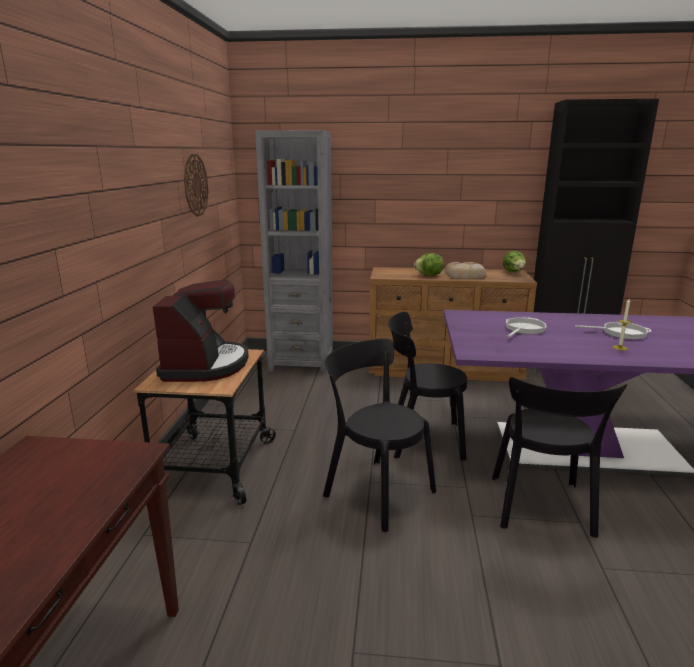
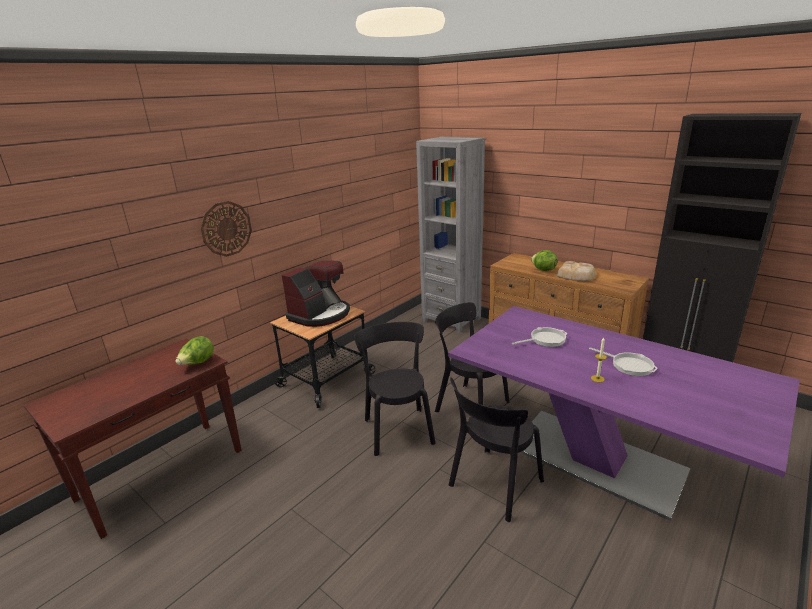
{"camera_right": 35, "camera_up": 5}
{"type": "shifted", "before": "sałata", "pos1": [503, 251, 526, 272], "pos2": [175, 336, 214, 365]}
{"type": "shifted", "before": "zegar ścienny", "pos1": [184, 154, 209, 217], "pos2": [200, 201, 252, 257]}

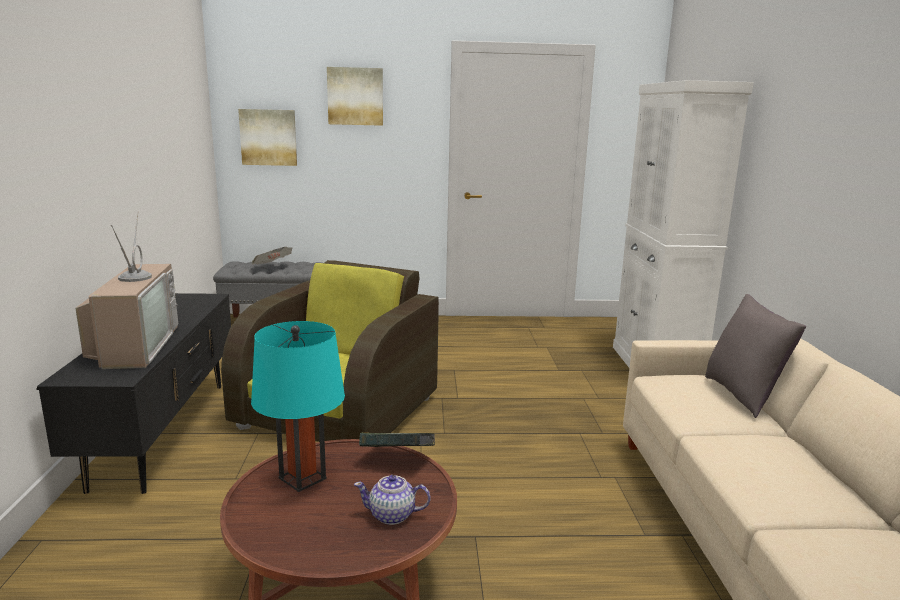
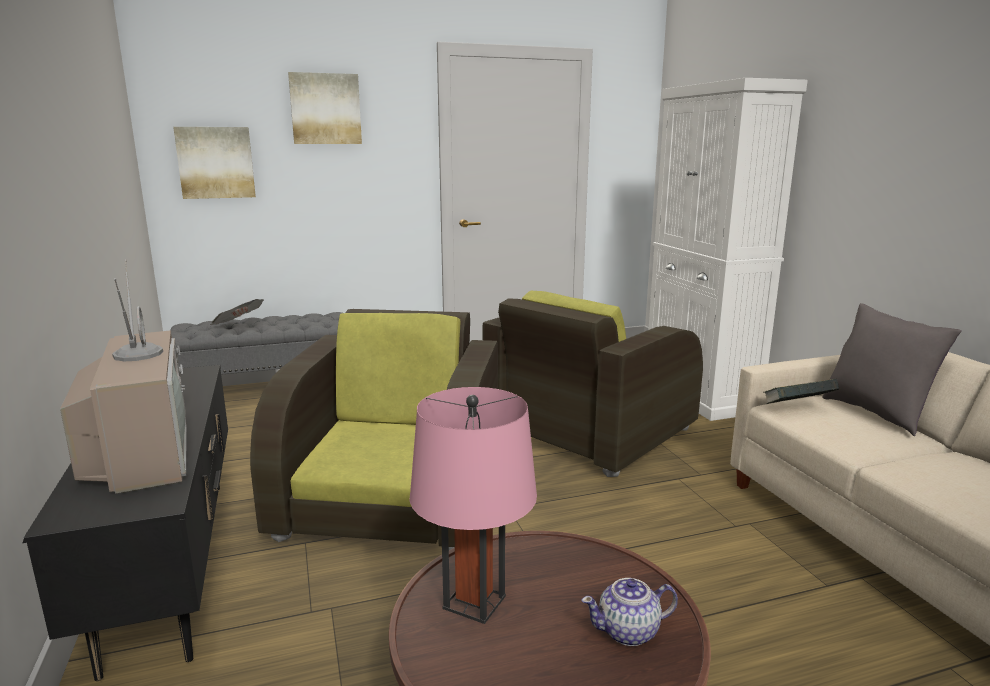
{"camera_right": -15, "camera_up": 0}
{"type": "repainted", "before": "lampa stołowa (turkusowy)", "after": "lampa stołowa (różowy)", "pos1": [251, 321, 345, 492], "pos2": [410, 387, 537, 624]}
{"type": "new", "after": "fotel (brązowy)", "pos2": [482, 291, 703, 477]}
{"type": "shifted", "before": "książka", "pos1": [359, 432, 435, 447], "pos2": [763, 379, 839, 404]}

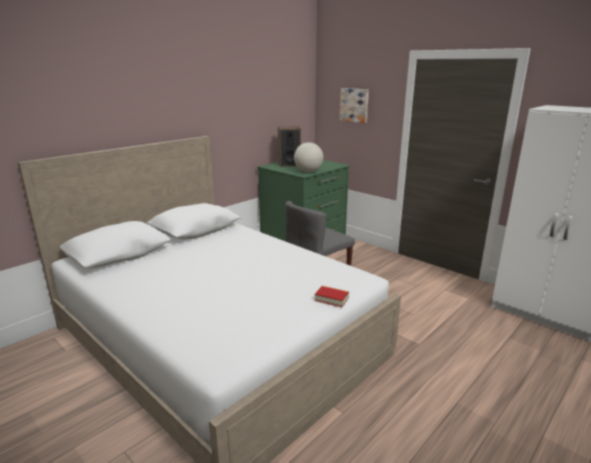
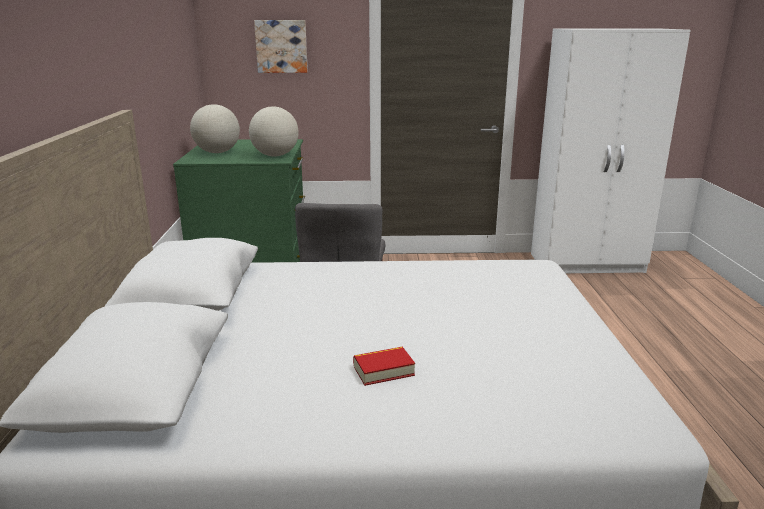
{"camera_right": -45, "camera_up": 0}
{"type": "swapped", "before": "głośnik", "after": "globus", "pos1": [278, 126, 301, 167], "pos2": [190, 104, 240, 153]}
{"type": "shifted", "before": "książka", "pos1": [315, 286, 349, 307], "pos2": [353, 347, 415, 386]}

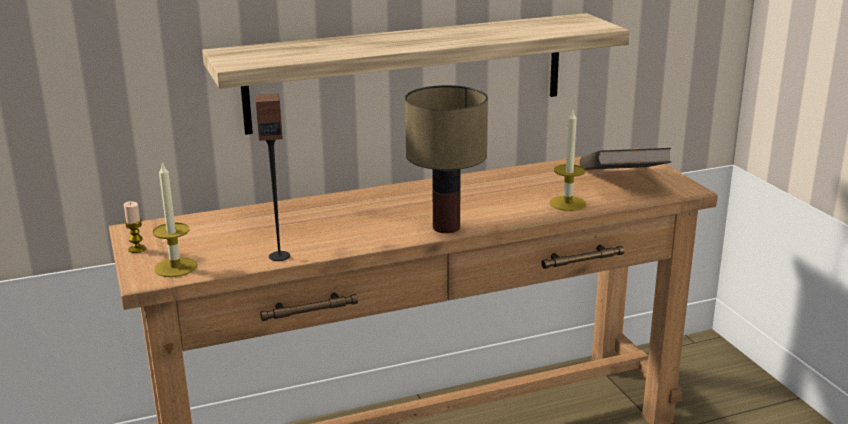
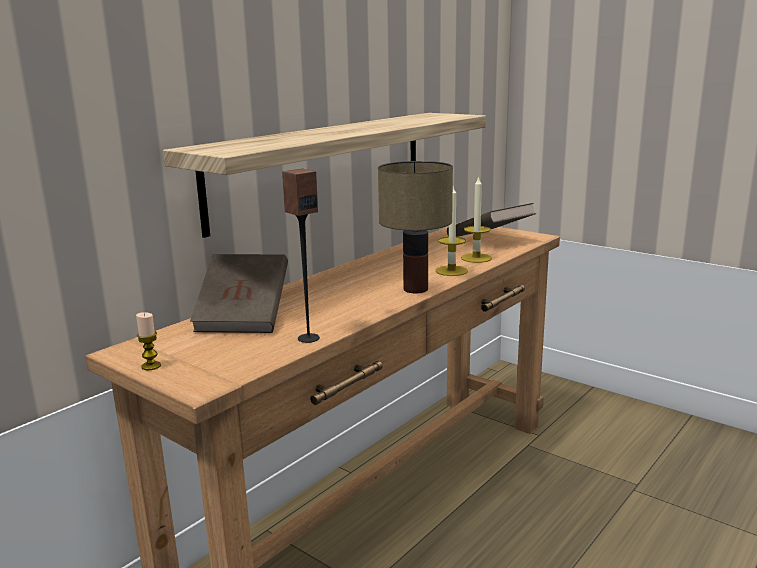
{"camera_right": -30, "camera_up": -5}
{"type": "new", "after": "książka (brązowy)", "pos2": [190, 254, 288, 333]}
{"type": "shifted", "before": "świeca", "pos1": [153, 161, 197, 277], "pos2": [436, 186, 468, 276]}

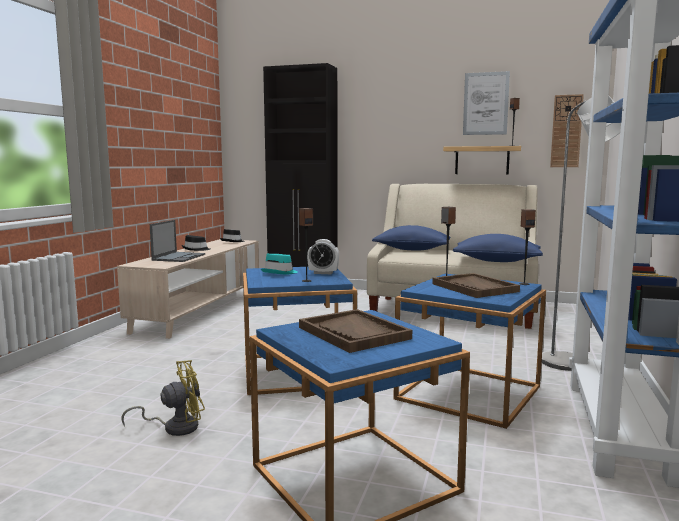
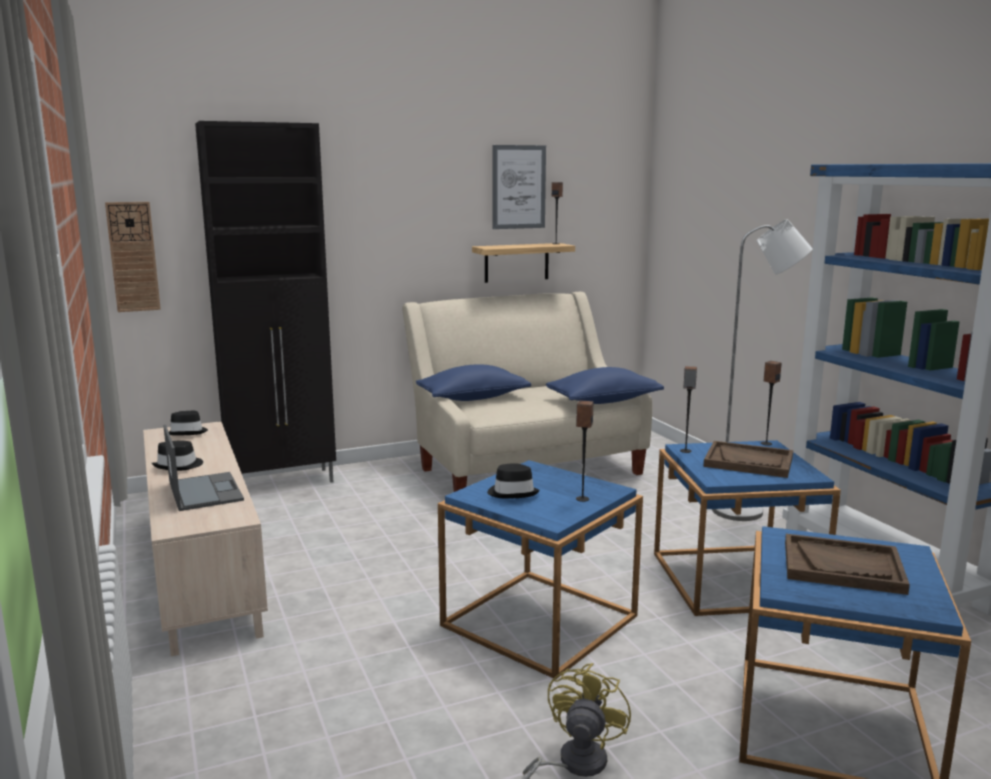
{"camera_right": -40, "camera_up": 5}
{"type": "shifted", "before": "zegar ścienny", "pos1": [550, 94, 584, 167], "pos2": [105, 202, 161, 312]}
{"type": "repainted", "before": "kapelusz (turkusowy)", "after": "kapelusz (czarny)", "pos1": [261, 253, 298, 274], "pos2": [487, 463, 540, 499]}
{"type": "gone", "before": "budzik", "pos1": [307, 239, 339, 274]}

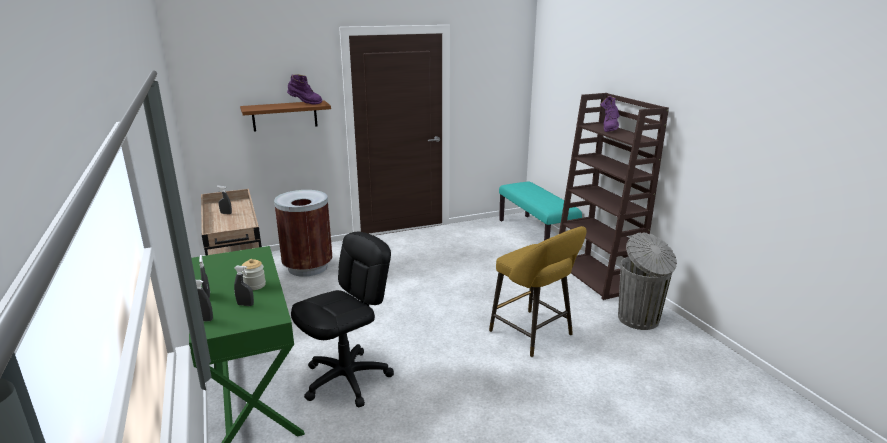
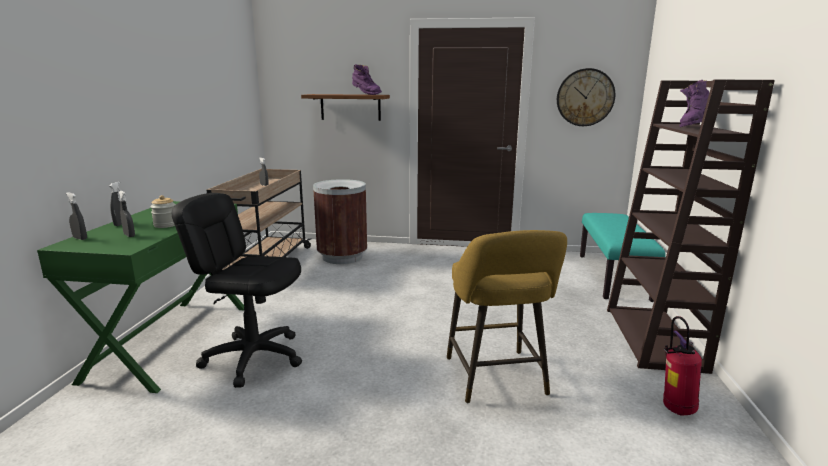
{"camera_right": 30, "camera_up": -5}
{"type": "rotated", "before": "krzesło biurowe (czarny)", "pos1": [291, 232, 394, 408], "pos2": [172, 193, 302, 388], "turn": -150}
{"type": "new", "after": "zegar ścienny", "pos2": [557, 68, 615, 126]}
{"type": "swapped", "before": "kosz na śmieci (szary)", "after": "gaśnica", "pos1": [618, 232, 677, 330], "pos2": [663, 316, 702, 416]}

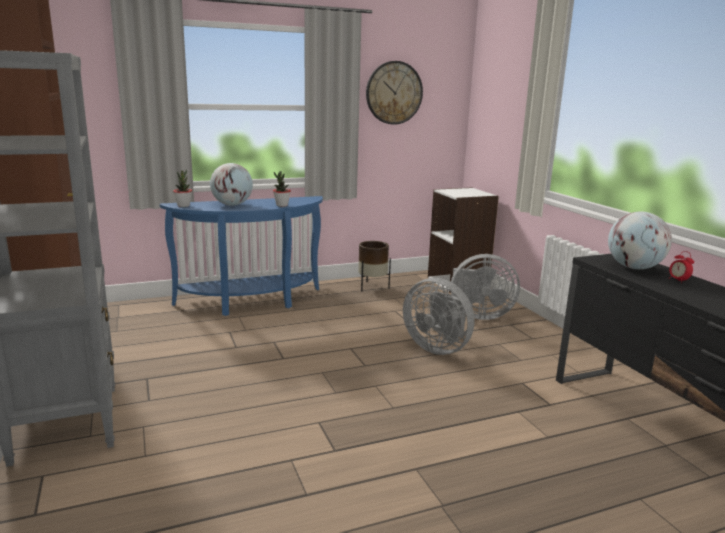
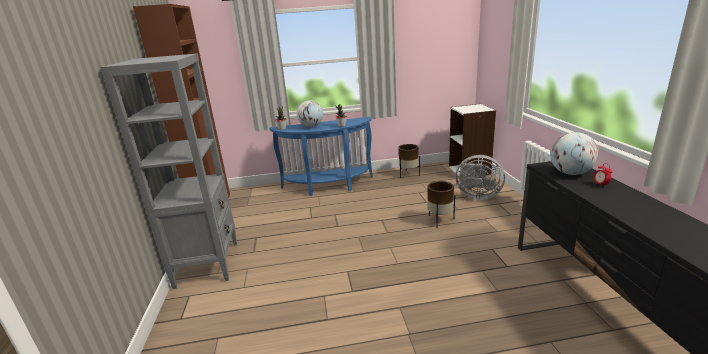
{"camera_right": 15, "camera_up": 5}
{"type": "swapped", "before": "wentylator (szary)", "after": "donica (brązowy)", "pos1": [403, 278, 475, 355], "pos2": [427, 181, 455, 228]}
{"type": "gone", "before": "zegar ścienny", "pos1": [366, 61, 423, 125]}

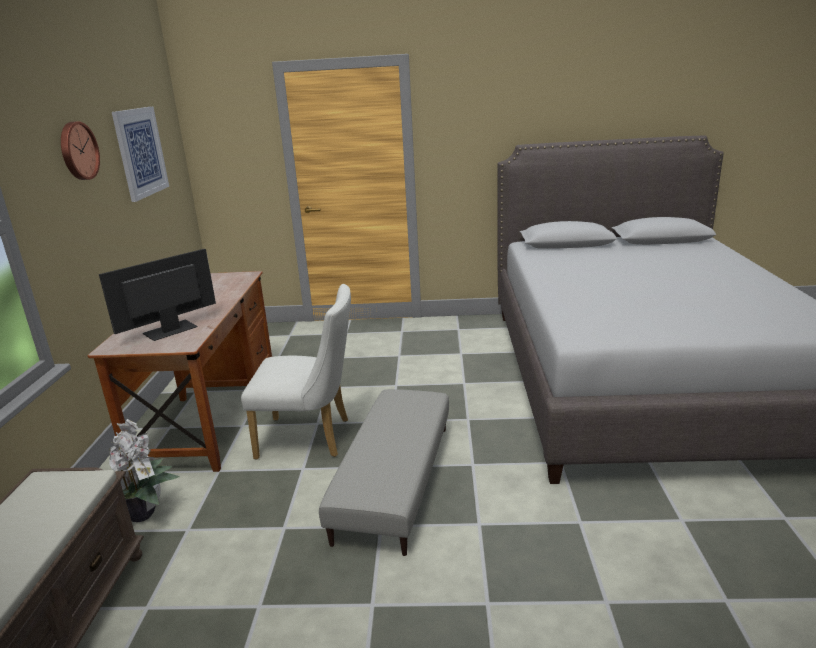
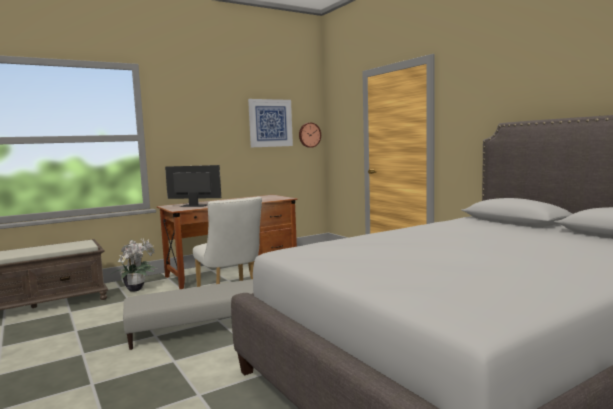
{"camera_right": 55, "camera_up": -15}
{"type": "shifted", "before": "zegar ścienny", "pos1": [61, 121, 100, 180], "pos2": [299, 123, 321, 148]}

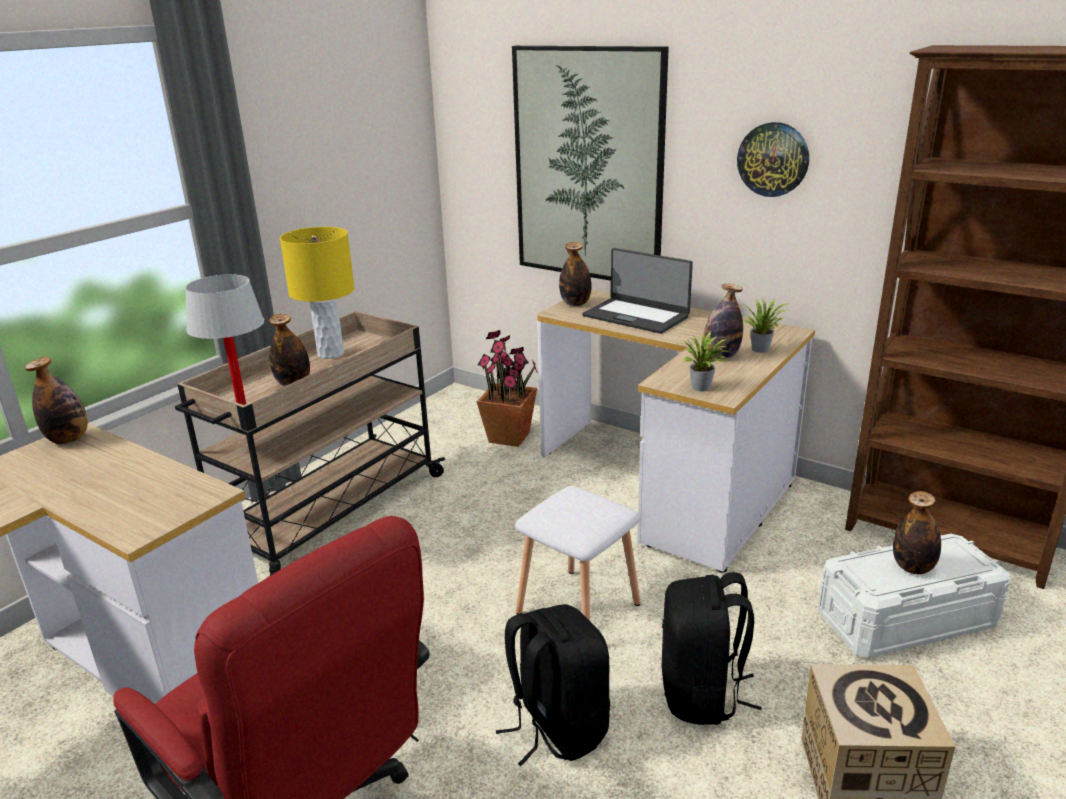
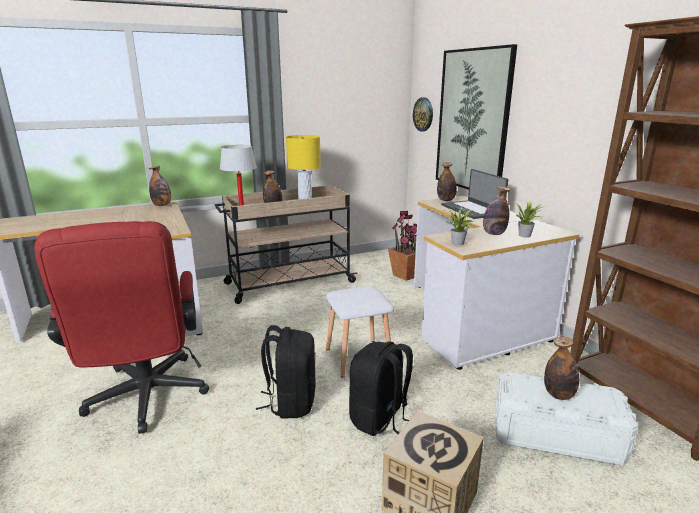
{"camera_right": 30, "camera_up": -5}
{"type": "shifted", "before": "zegar ścienny", "pos1": [737, 122, 809, 197], "pos2": [413, 97, 433, 132]}

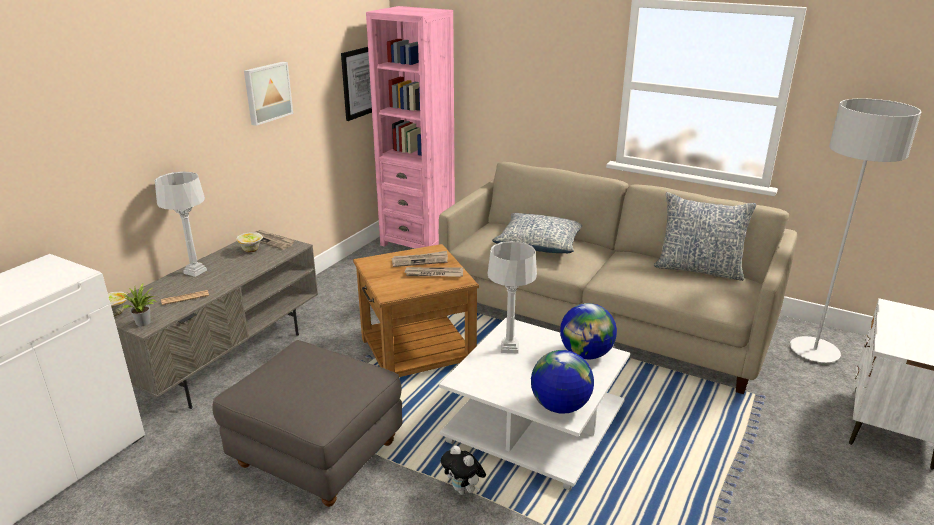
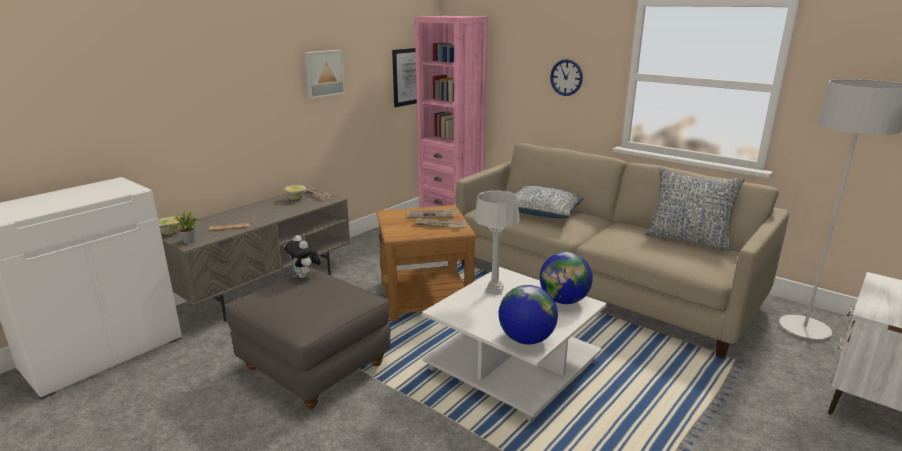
{"camera_right": 10, "camera_up": -5}
{"type": "shifted", "before": "pluszak", "pos1": [441, 446, 486, 495], "pos2": [285, 235, 321, 278]}
{"type": "new", "after": "zegar ścienny", "pos2": [550, 59, 583, 96]}
{"type": "gone", "before": "lampa stołowa (szary)", "pos1": [155, 172, 207, 277]}

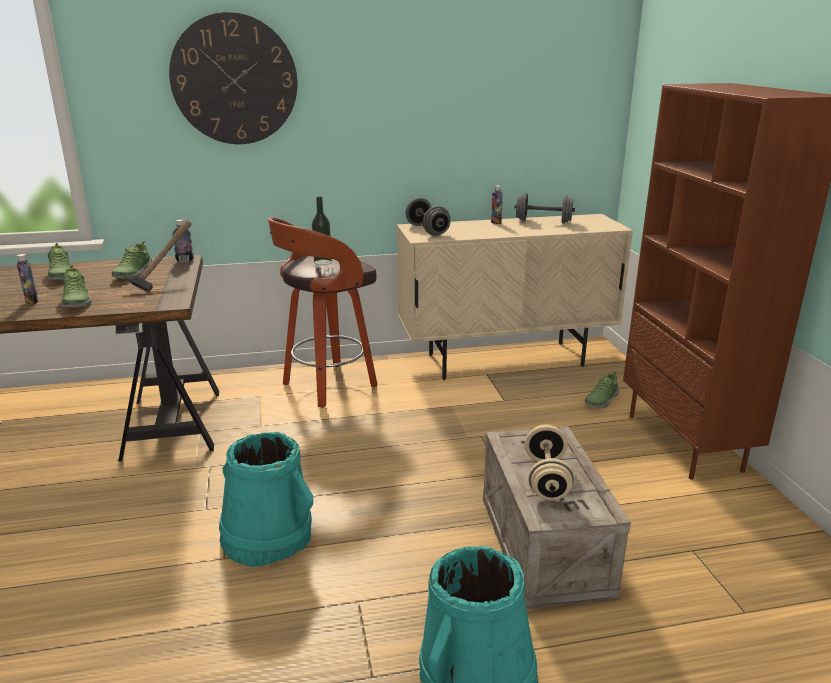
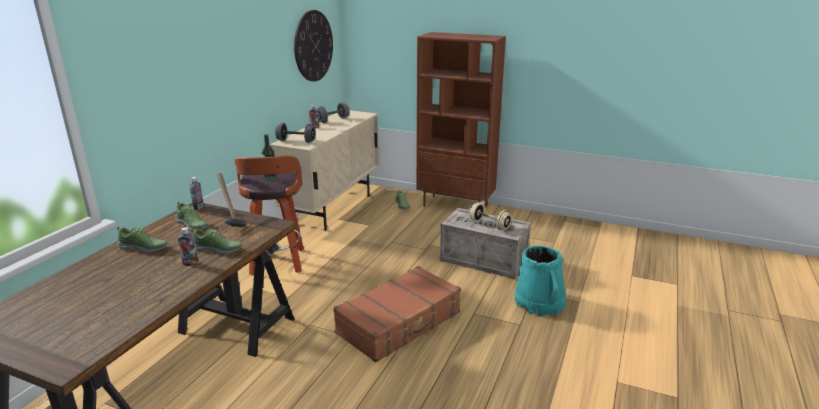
{"camera_right": -55, "camera_up": 0}
{"type": "shifted", "before": "zegar ścienny", "pos1": [169, 12, 297, 144], "pos2": [294, 10, 333, 81]}
{"type": "swapped", "before": "wiadro (turkusowy)", "after": "walizka (brązowy)", "pos1": [219, 432, 313, 567], "pos2": [333, 266, 461, 363]}

